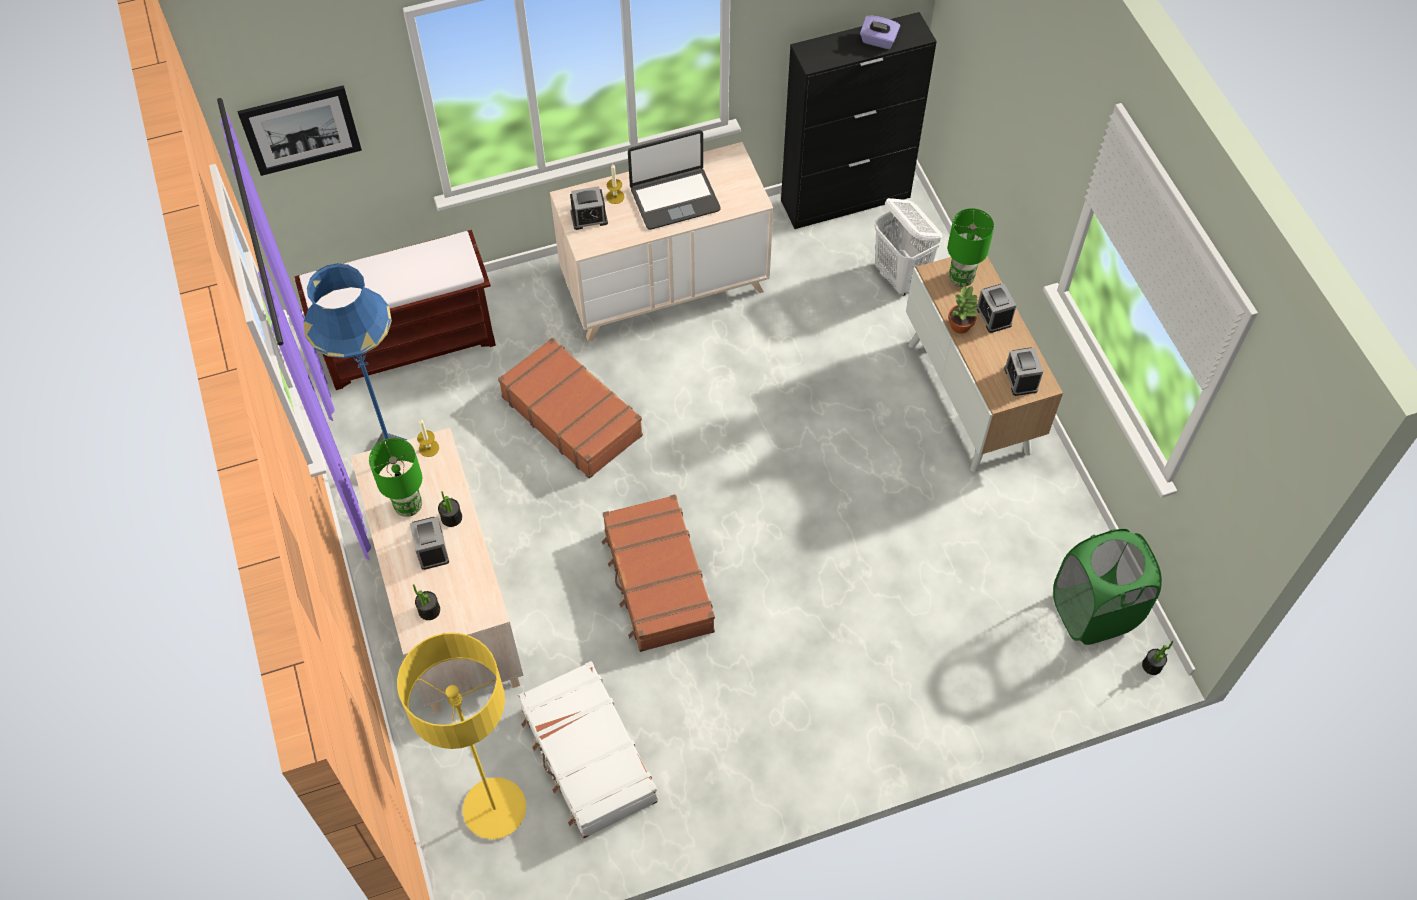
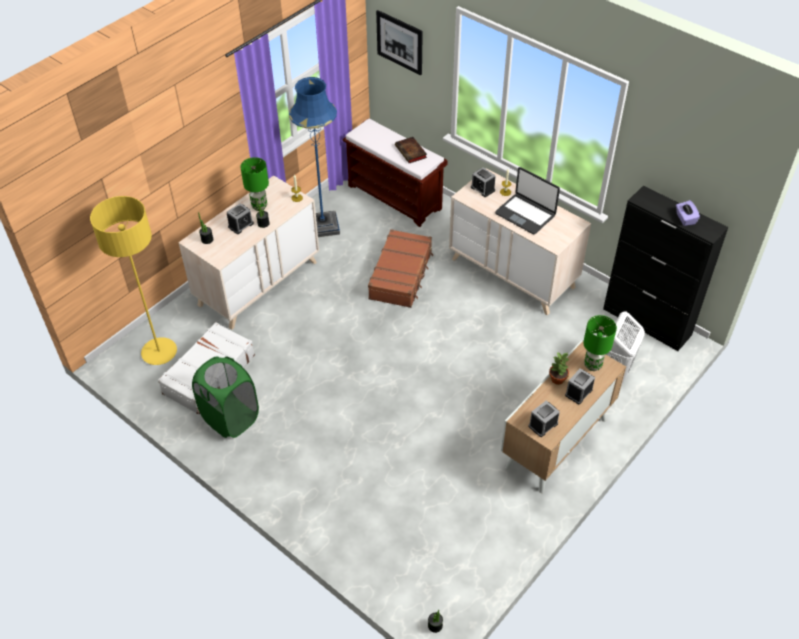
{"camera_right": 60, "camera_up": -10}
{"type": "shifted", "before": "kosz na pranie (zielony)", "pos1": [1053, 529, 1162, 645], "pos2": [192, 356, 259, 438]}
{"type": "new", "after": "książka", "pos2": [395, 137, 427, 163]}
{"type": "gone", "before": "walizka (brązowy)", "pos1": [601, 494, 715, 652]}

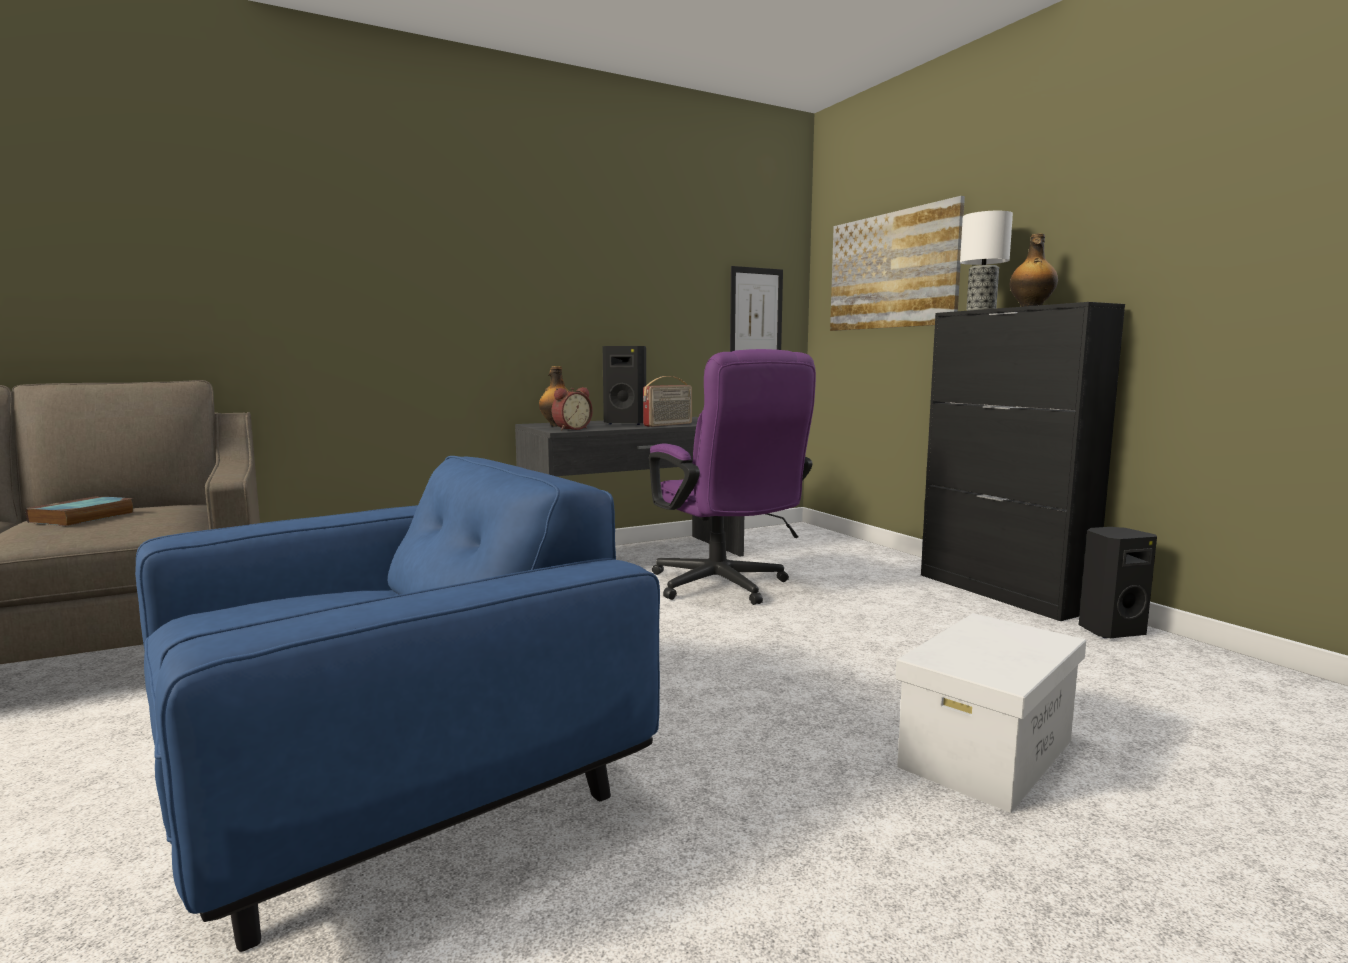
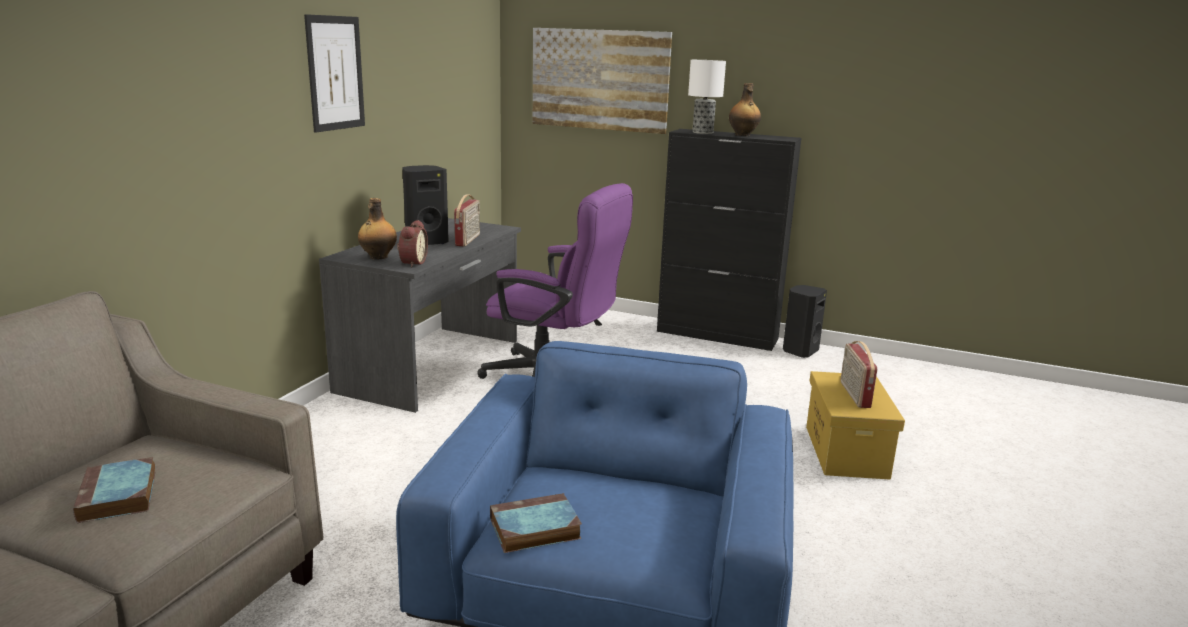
{"camera_right": -40, "camera_up": 10}
{"type": "shifted", "before": "obraz", "pos1": [730, 266, 783, 352], "pos2": [304, 14, 365, 133]}
{"type": "new", "after": "książka", "pos2": [490, 493, 582, 553]}
{"type": "repainted", "before": "pojemnik do przechowywania (biały)", "after": "pojemnik do przechowywania (żółty)", "pos1": [896, 613, 1086, 813], "pos2": [806, 371, 905, 480]}
{"type": "new", "after": "radio", "pos2": [841, 341, 877, 408]}

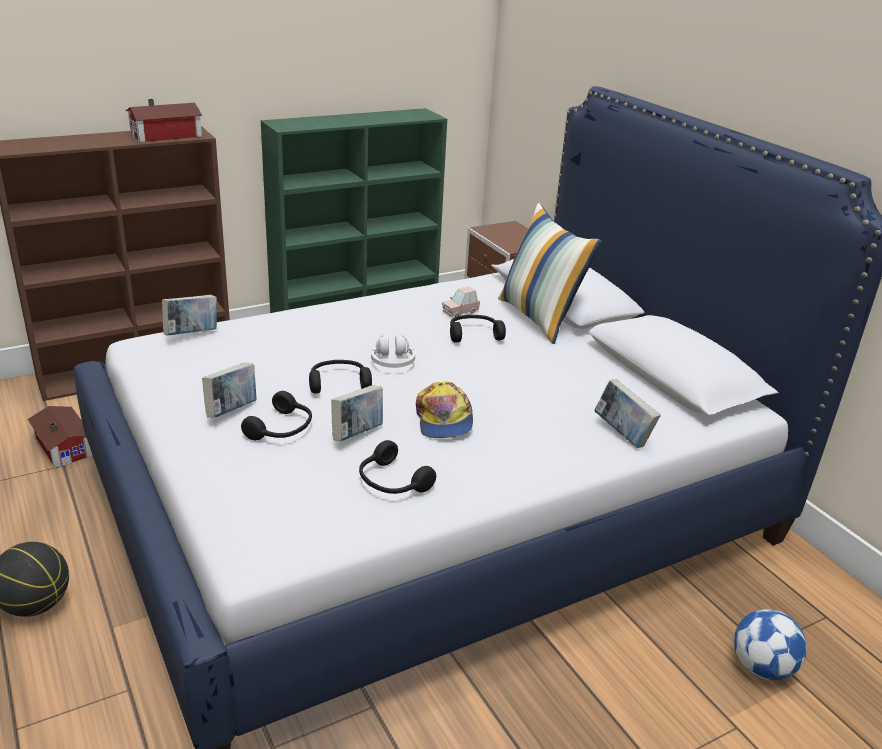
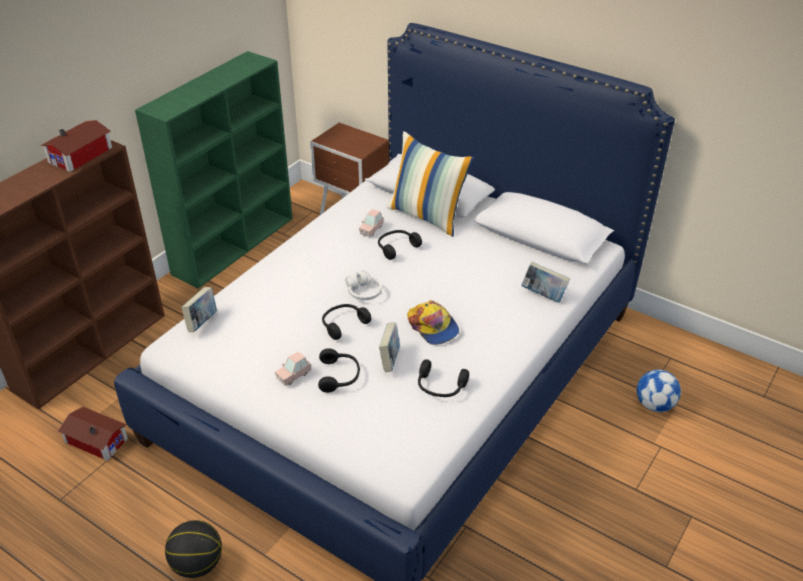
{"camera_right": -25, "camera_up": 10}
{"type": "swapped", "before": "książka", "after": "samochodzik (różowy)", "pos1": [202, 363, 256, 418], "pos2": [275, 351, 311, 386]}

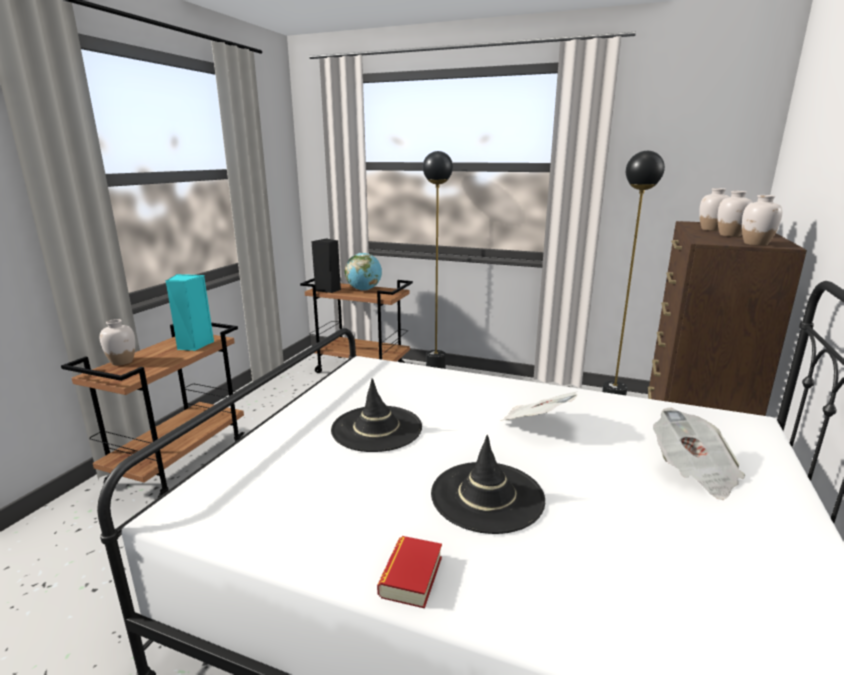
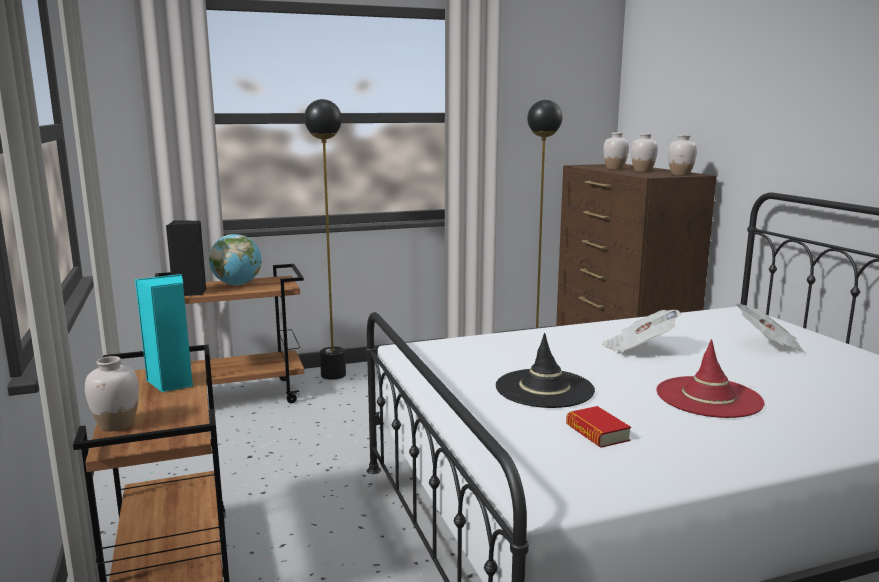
{"camera_right": -40, "camera_up": -5}
{"type": "shifted", "before": "książka", "pos1": [377, 536, 442, 608], "pos2": [566, 406, 631, 448]}
{"type": "repainted", "before": "kapelusz (czarny)", "after": "kapelusz (czerwony)", "pos1": [431, 435, 545, 534], "pos2": [657, 339, 765, 418]}

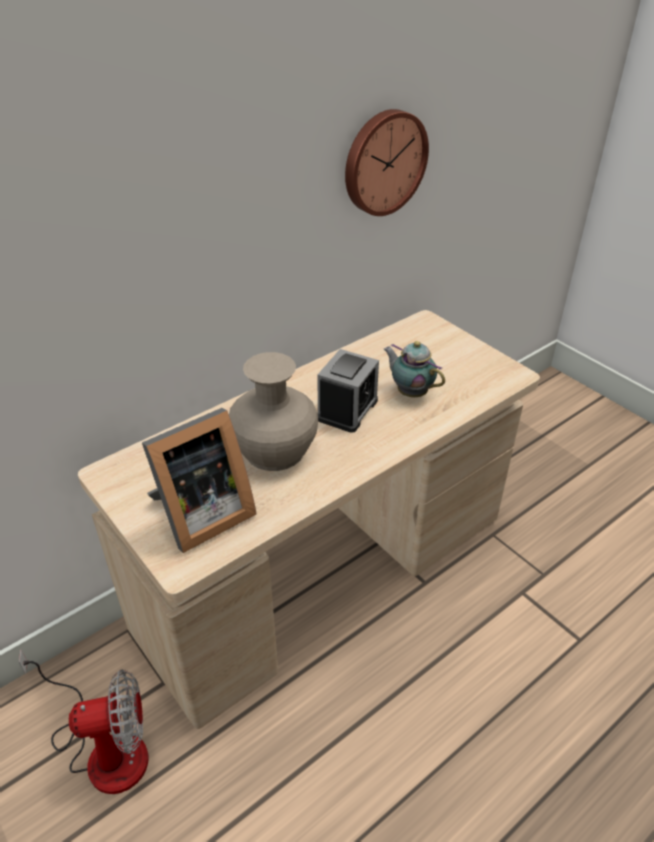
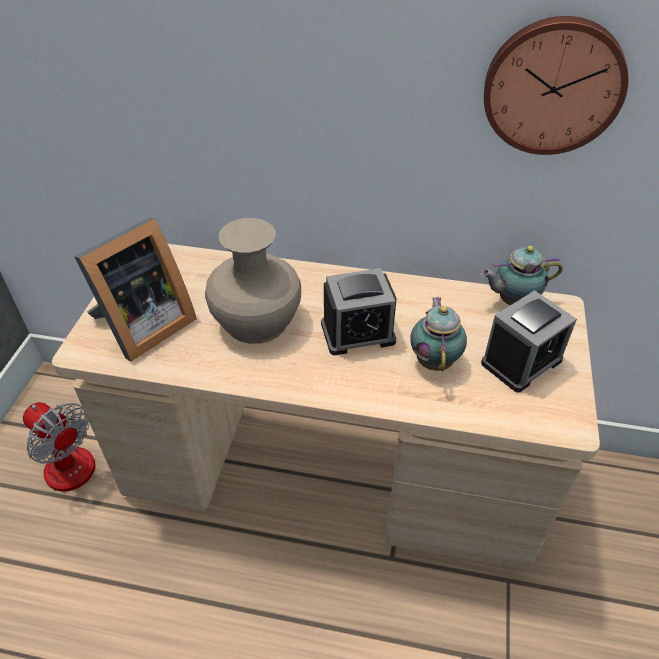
{"camera_right": 50, "camera_up": 5}
{"type": "rotated", "before": "ramka na zdjęcie", "pos1": [142, 408, 256, 553], "pos2": [74, 217, 197, 361], "turn": -60}
{"type": "new", "after": "imbryk", "pos2": [481, 246, 563, 305]}
{"type": "new", "after": "budzik", "pos2": [481, 290, 577, 392]}

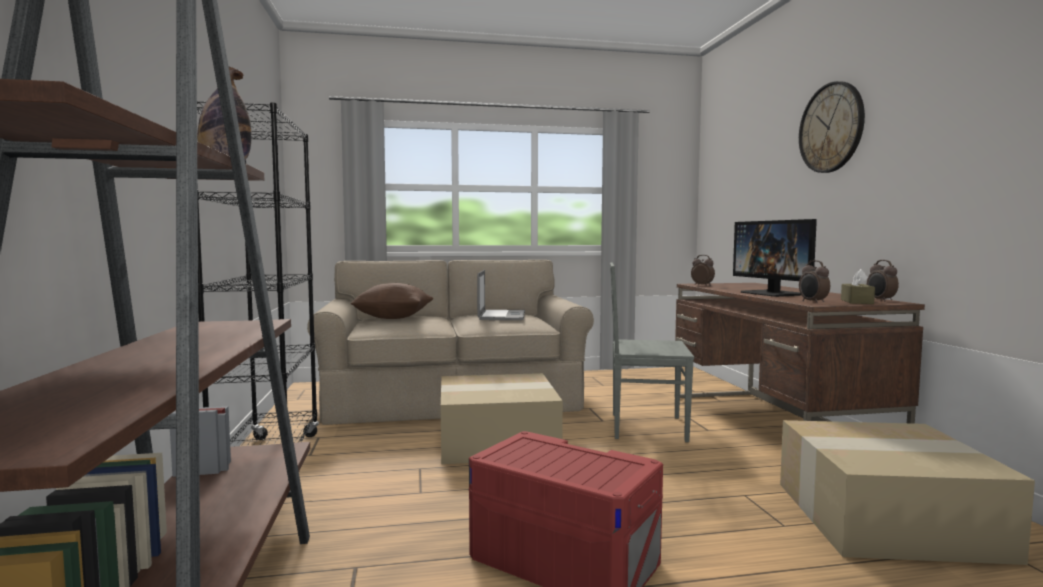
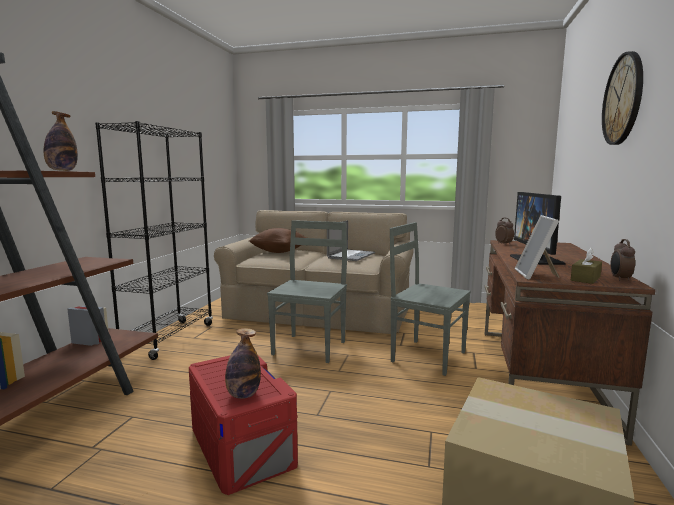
{"camera_right": 25, "camera_up": 5}
{"type": "new", "after": "butelka", "pos2": [225, 328, 261, 399]}
{"type": "swapped", "before": "karton", "after": "krzesło (szary)", "pos1": [441, 373, 563, 464], "pos2": [267, 220, 347, 363]}
{"type": "swapped", "before": "budzik", "after": "ramka na zdjęcie", "pos1": [799, 260, 830, 303], "pos2": [515, 215, 560, 280]}

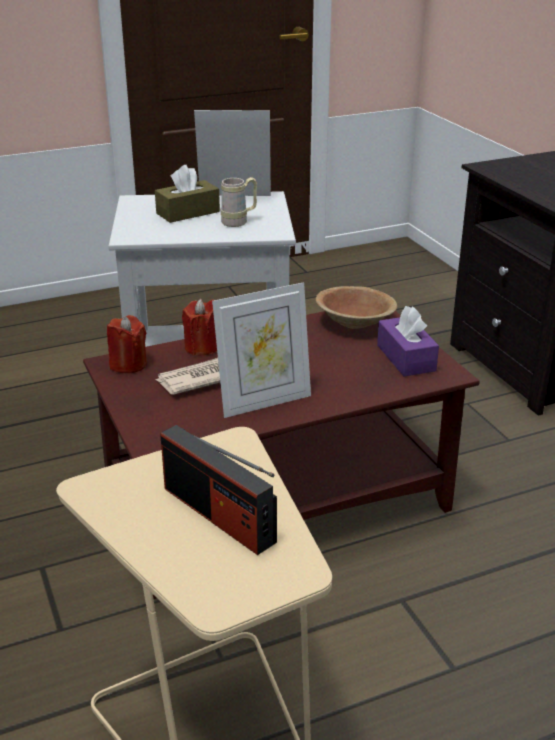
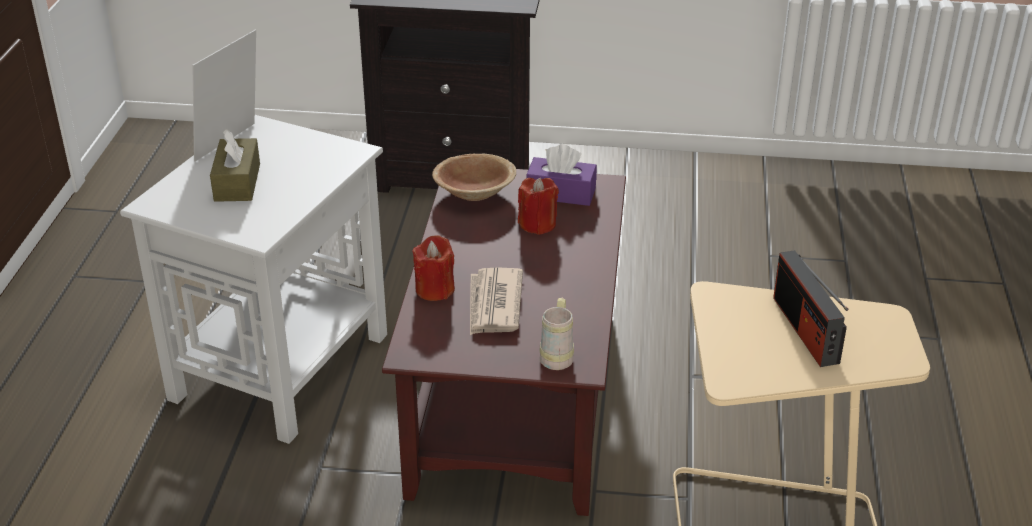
{"camera_right": -60, "camera_up": 5}
{"type": "shifted", "before": "świeca (czerwony)", "pos1": [107, 315, 147, 373], "pos2": [518, 178, 559, 235]}
{"type": "shifted", "before": "kubek (beżowy)", "pos1": [221, 177, 257, 227], "pos2": [540, 298, 574, 370]}
{"type": "rotated", "before": "radio", "pos1": [160, 425, 277, 555], "pos2": [773, 250, 848, 367], "turn": 90}
{"type": "gone", "before": "ramka na zdjęcie", "pos1": [212, 282, 311, 418]}

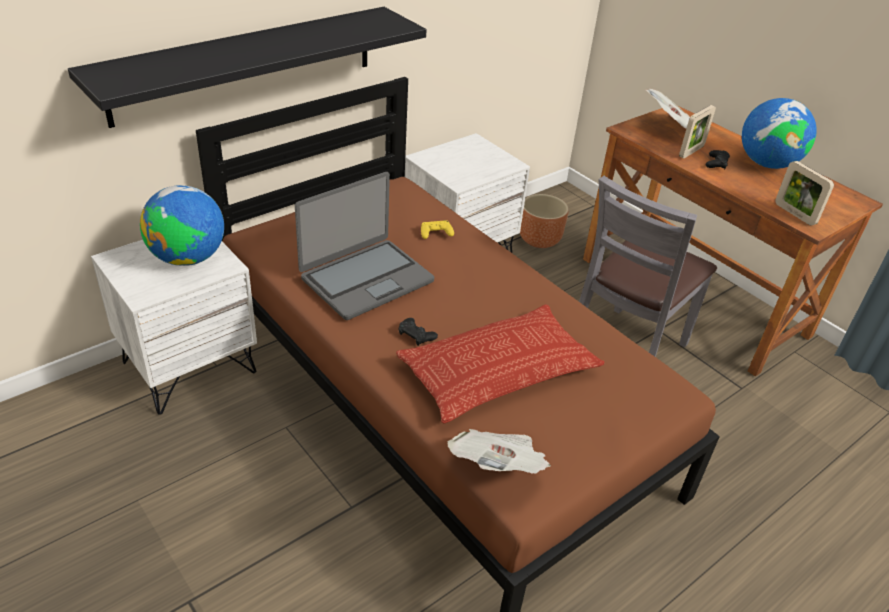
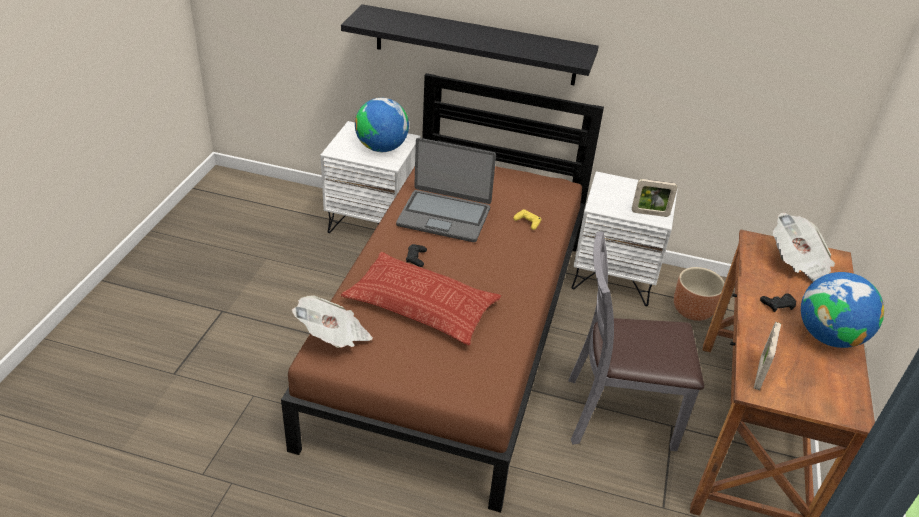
{"camera_right": 55, "camera_up": 0}
{"type": "shifted", "before": "ramka na zdjęcie", "pos1": [679, 105, 716, 158], "pos2": [632, 179, 677, 217]}

